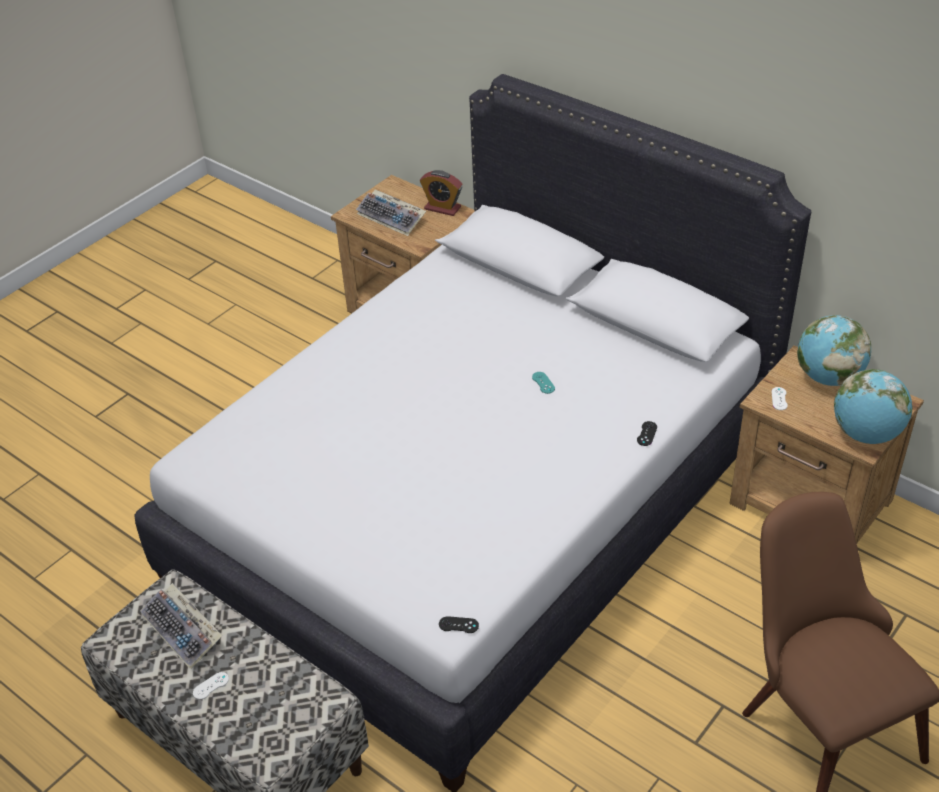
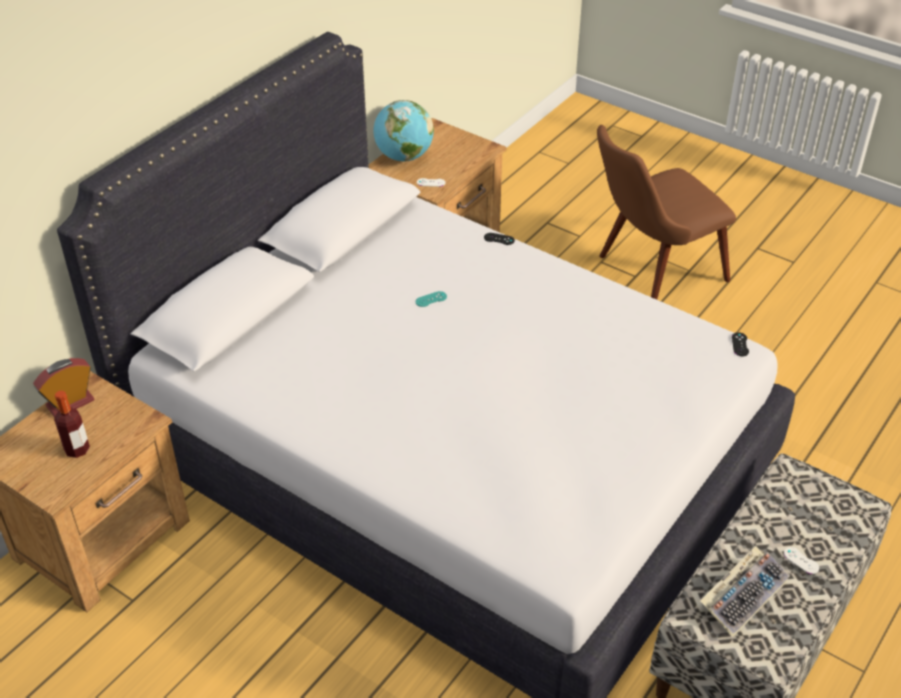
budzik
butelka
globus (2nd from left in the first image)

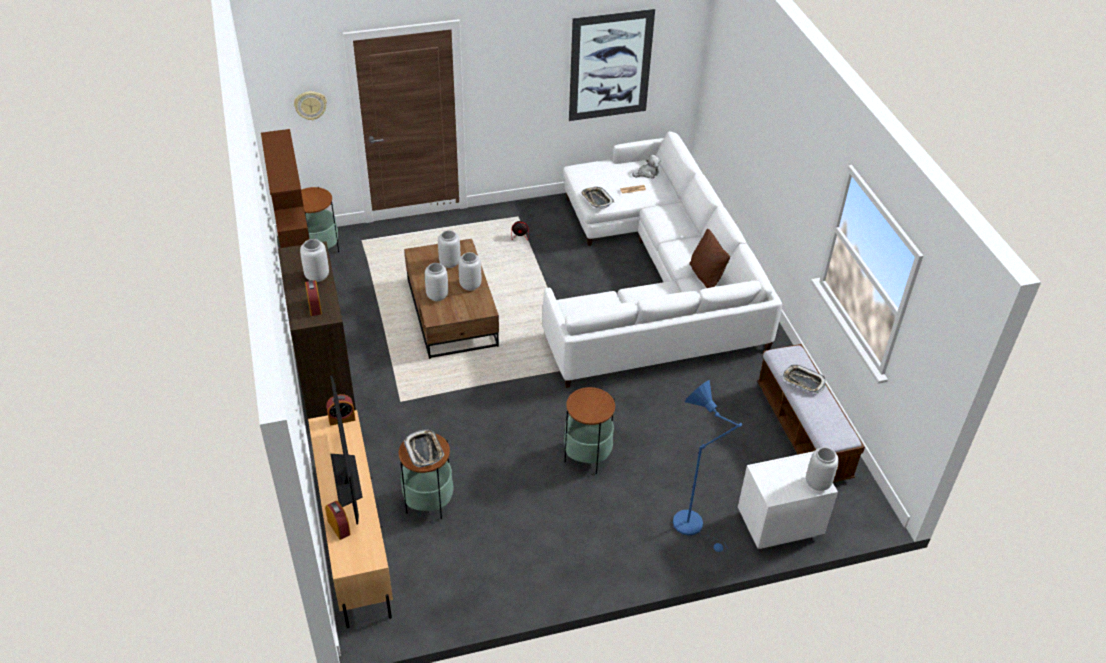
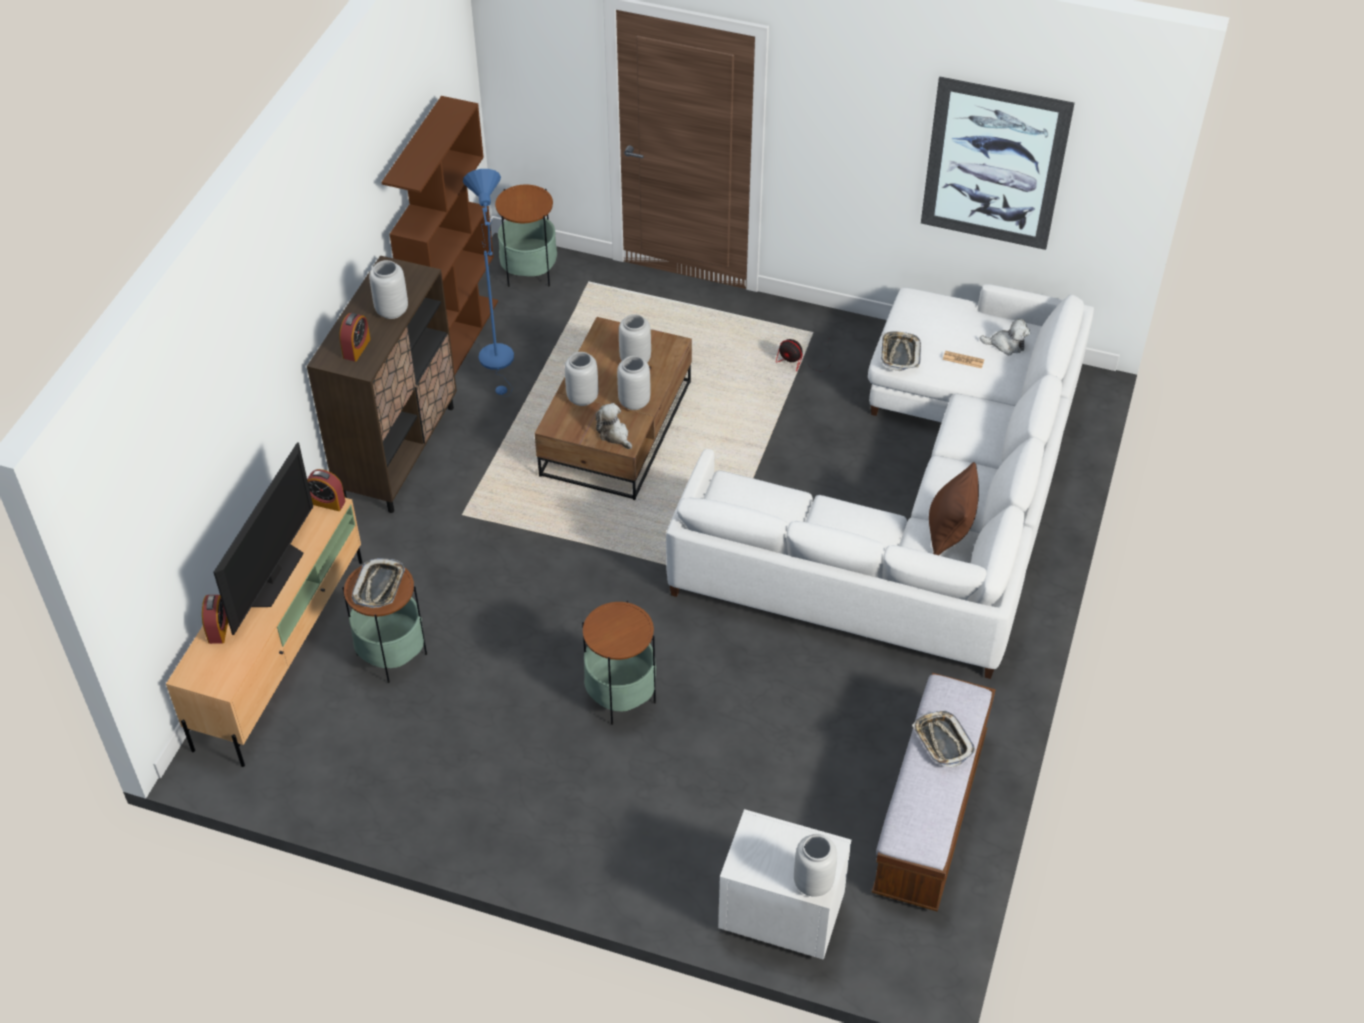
lampa stojąca/niebieski
pluszak (1st from left)
zegar ścienny

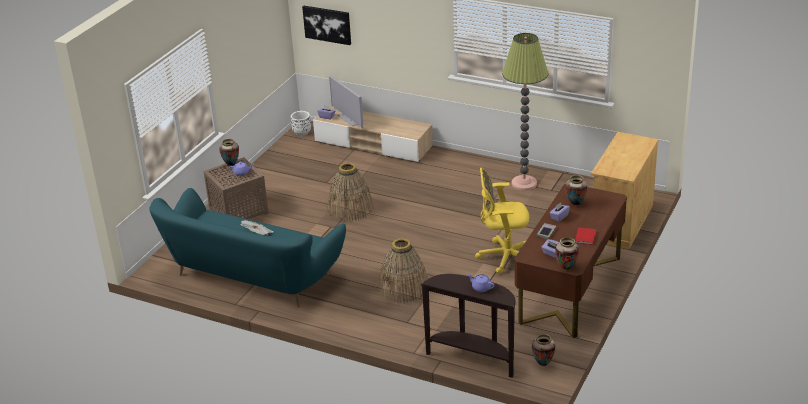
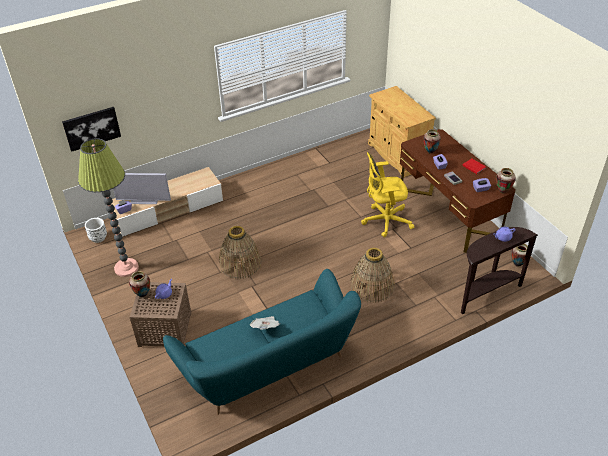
lampa stojąca
krzesło biurowe/żółty

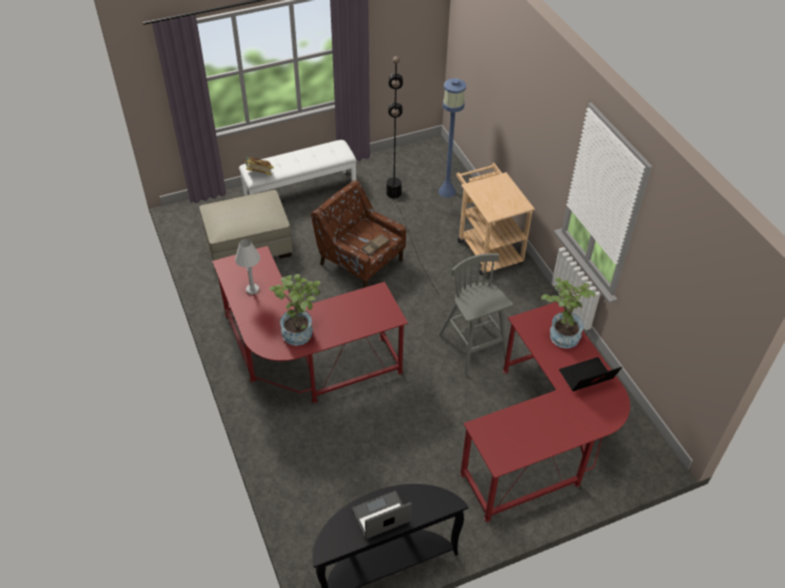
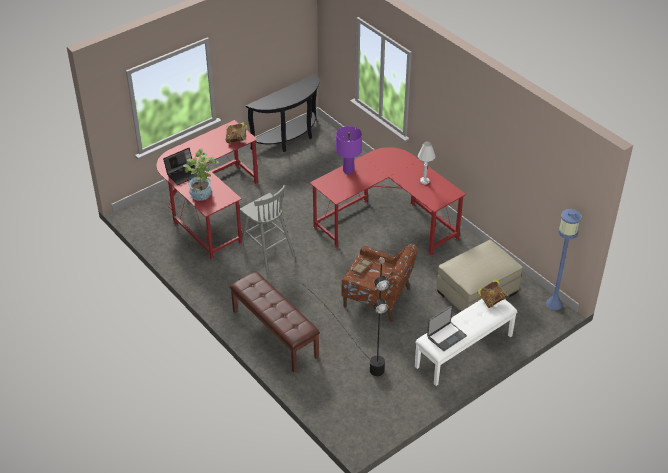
książka (1st from left)
ławka/brązowy
lampa stołowa/fioletowy
laptop (2nd from left)
lampa stojąca/niebieski
roślina doniczkowa (1st from left in the first image)

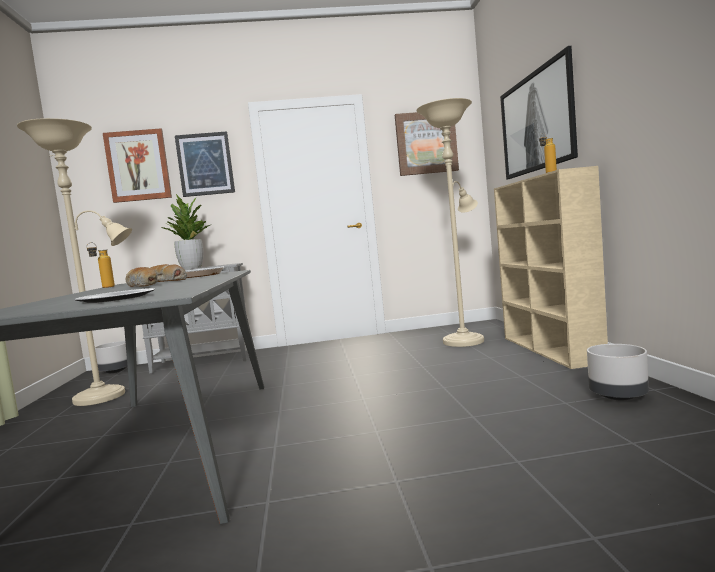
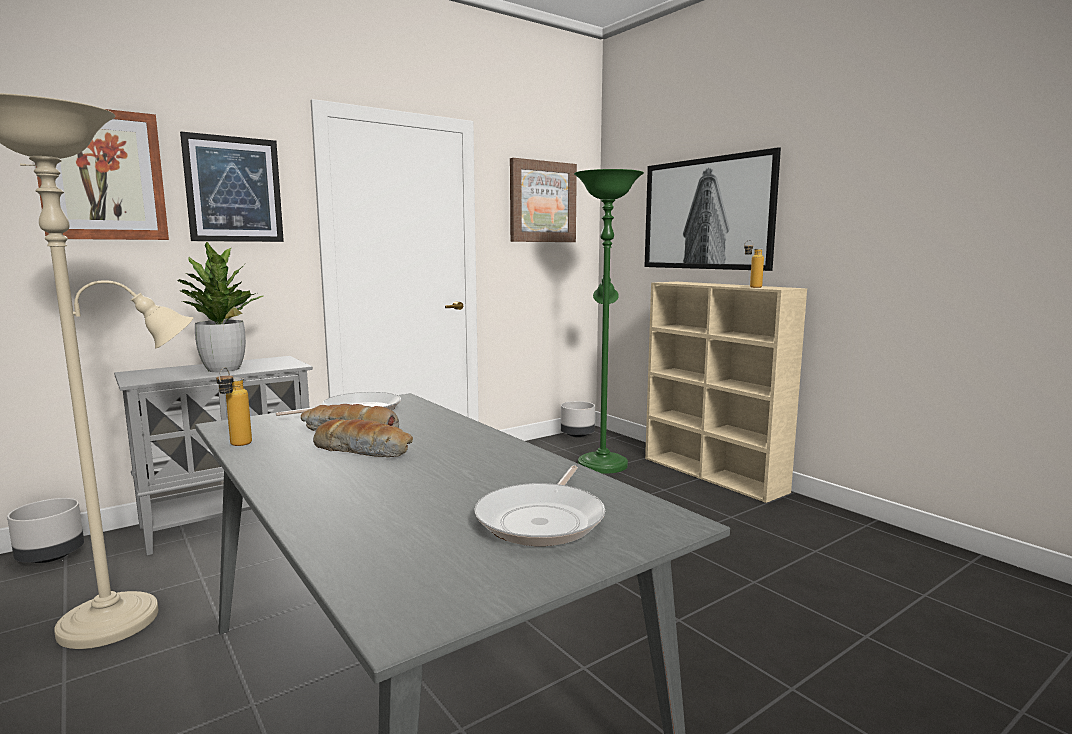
patelnia (2nd from left)
donica/szary (2nd from left)
lampa stojąca/zielony

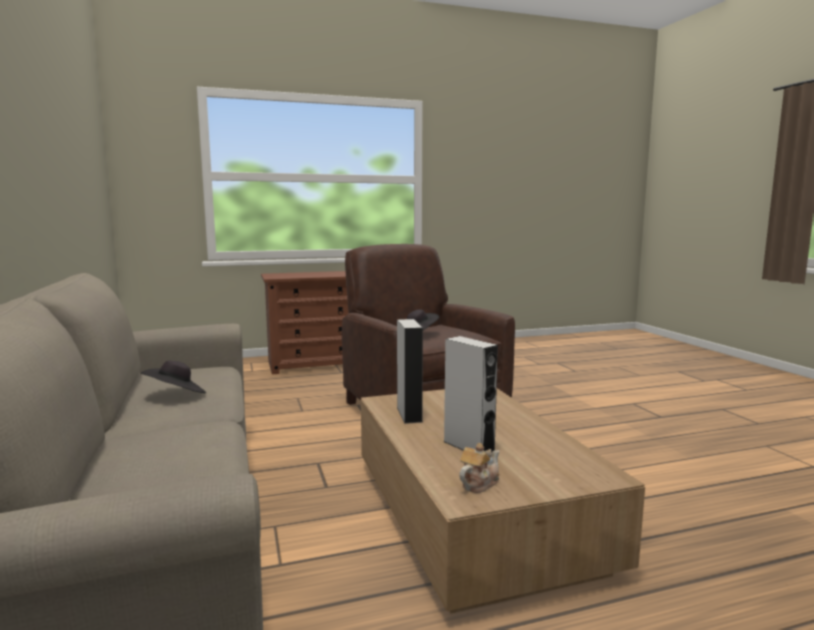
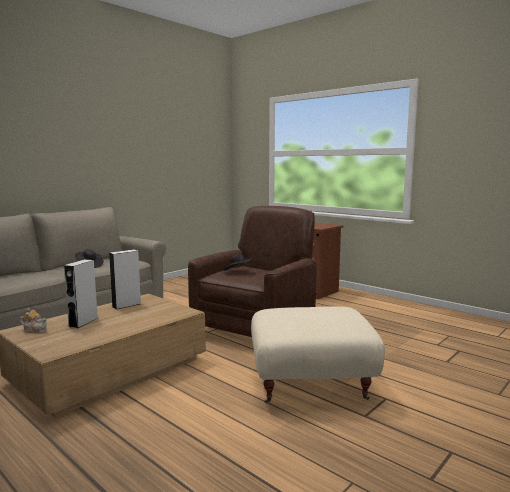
pufa/beżowy

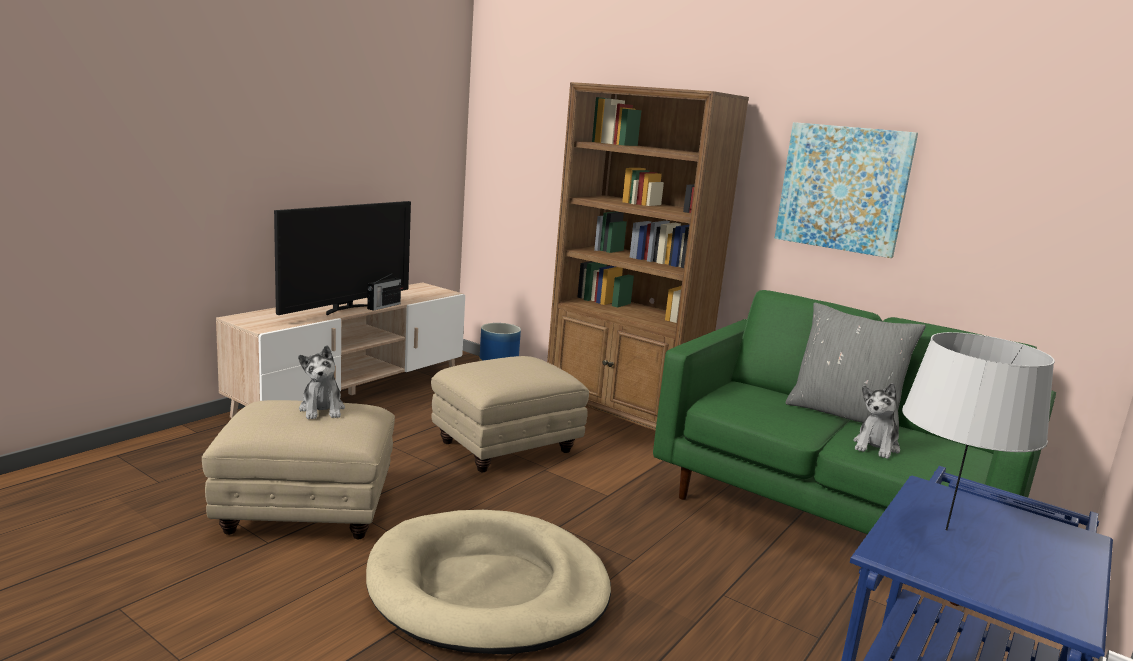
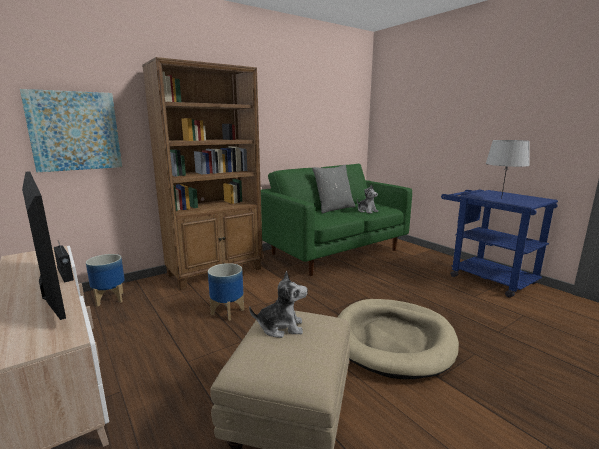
obraz
donica (2nd from left)

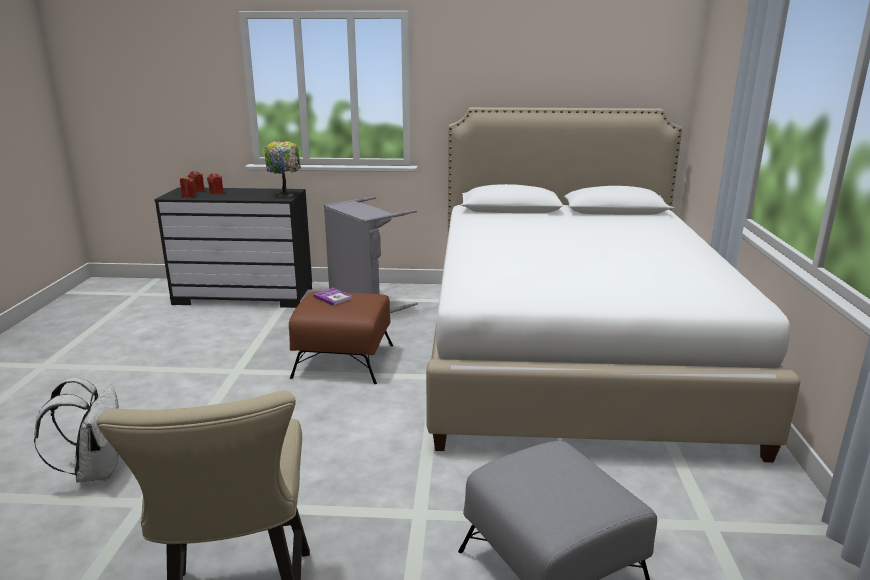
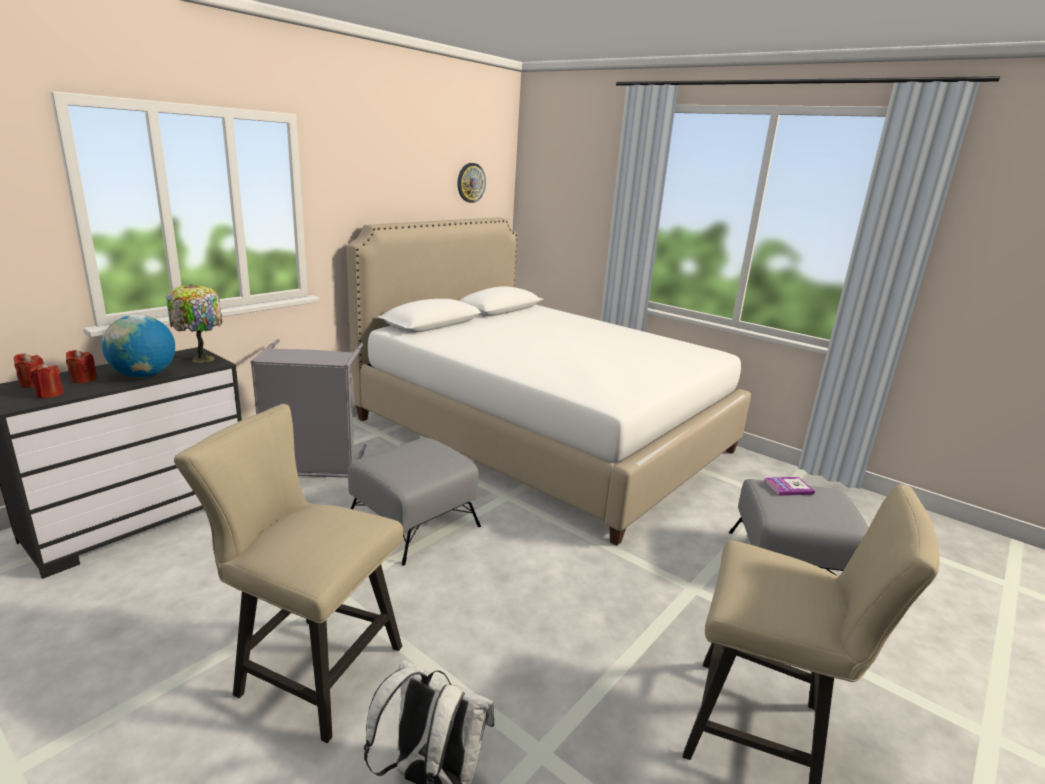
globus
krzesło/beżowy (1st from left)
pufa/szary (1st from left)
zegar ścienny
książka

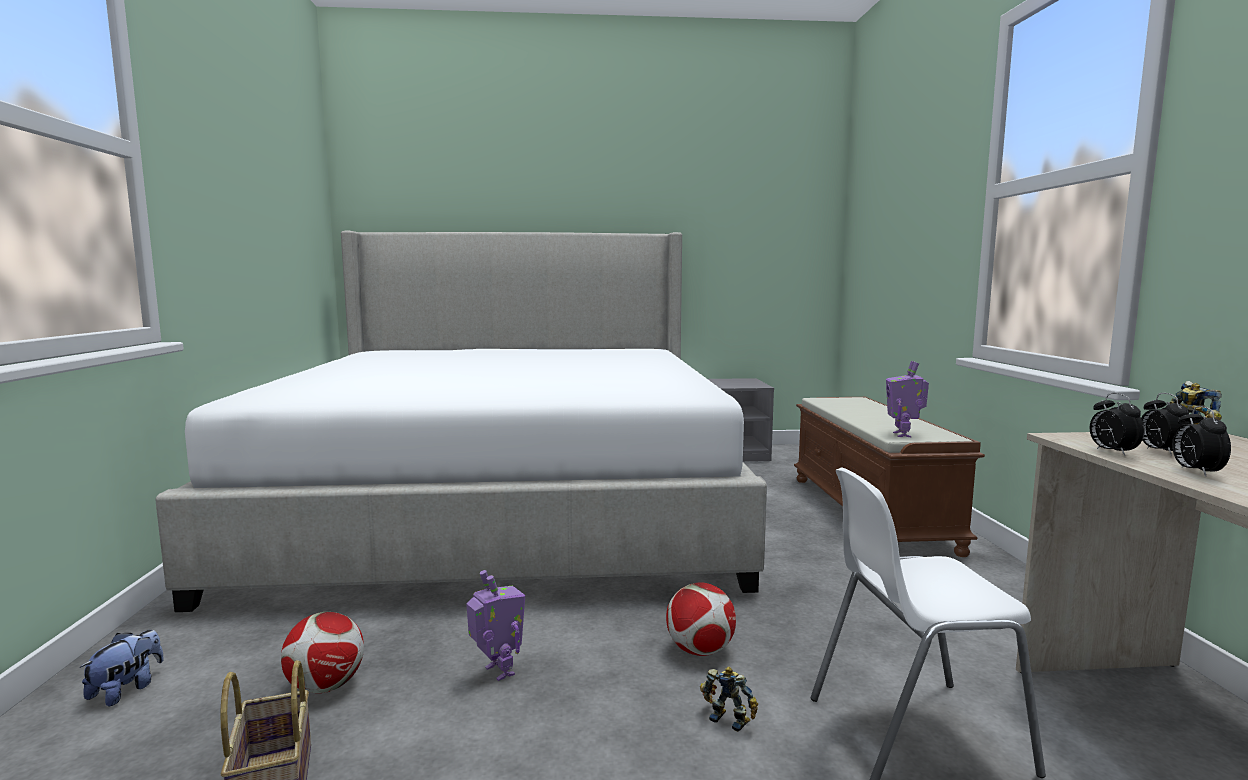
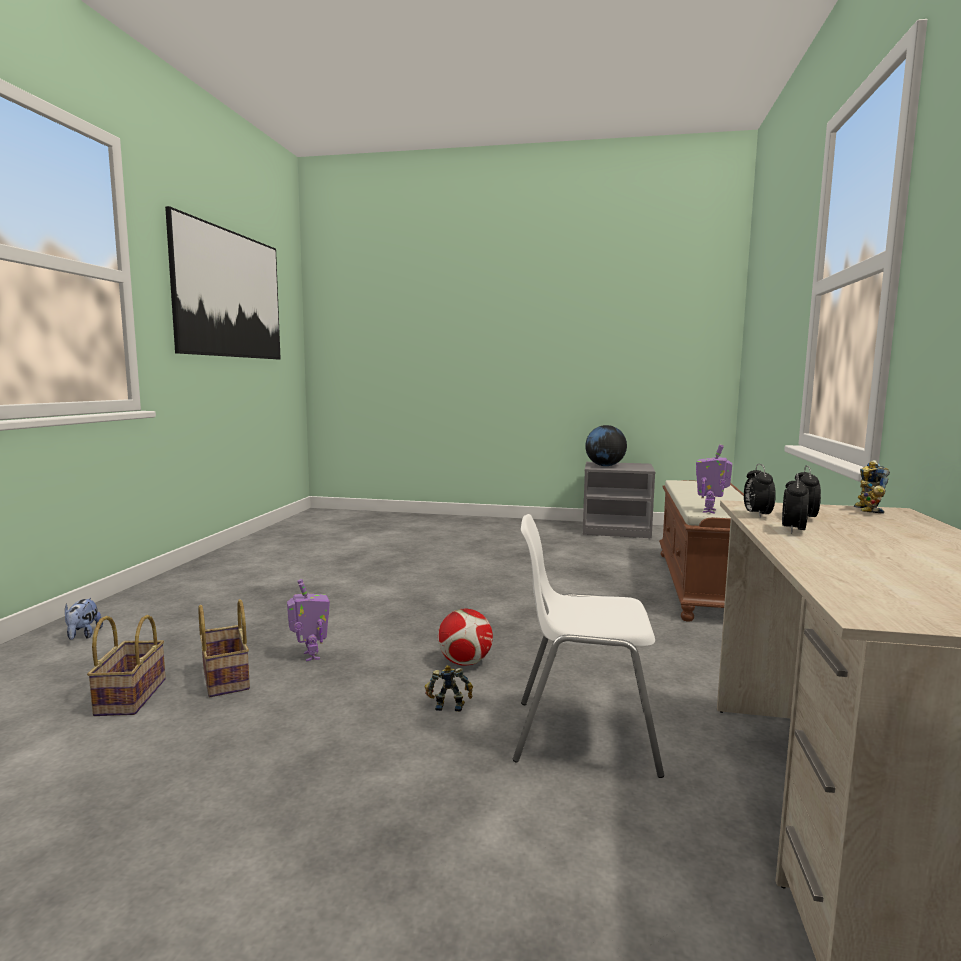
pluszak
obraz
koszyk (2nd from left)
robot zabawkowy (2nd from left)
globus
łóżko
piłka futbolowa (1st from left in the first image)

